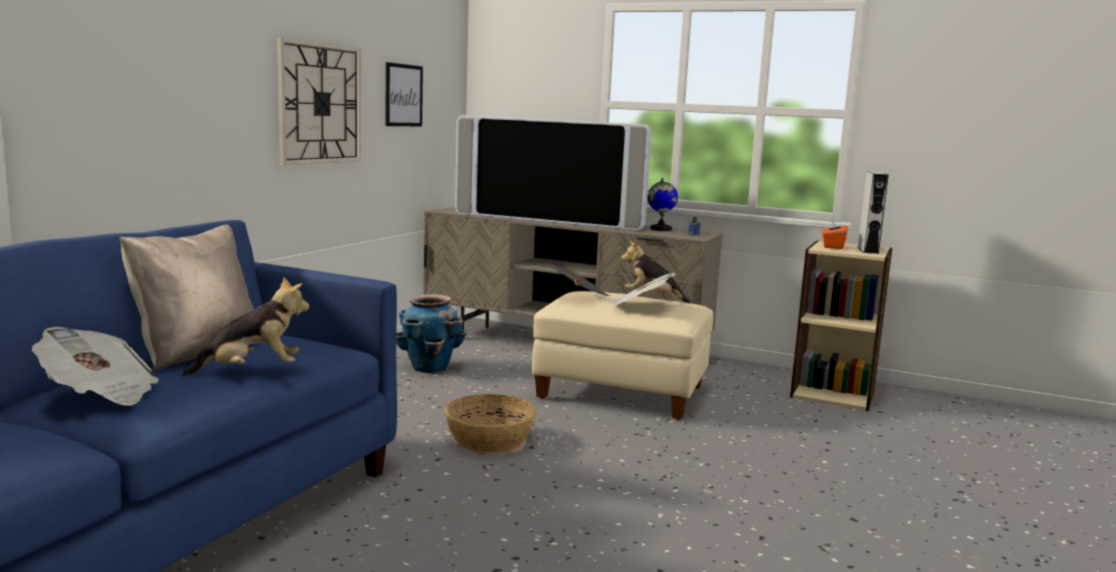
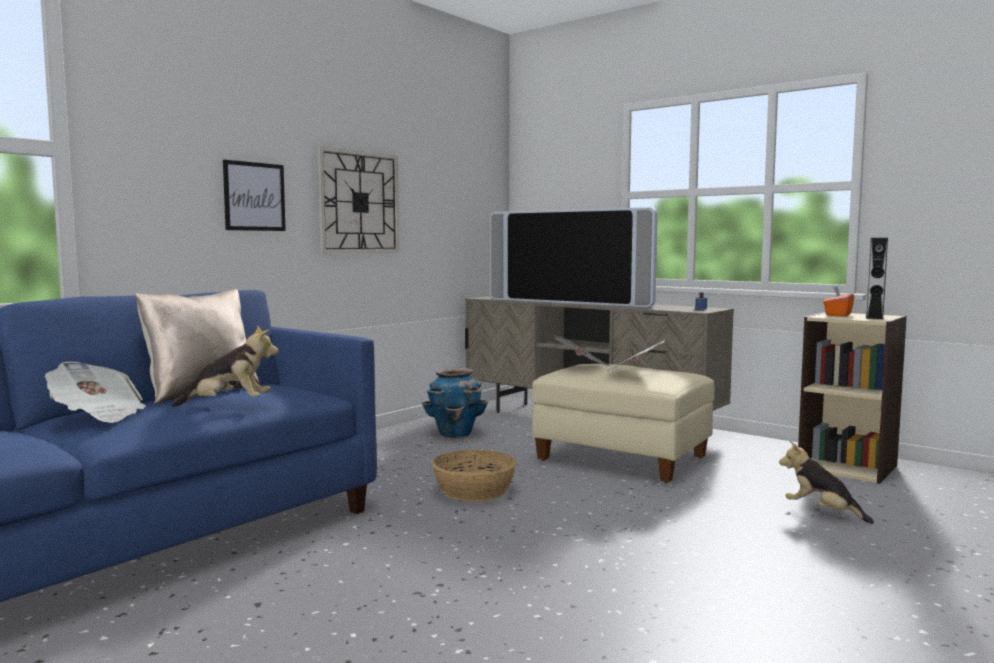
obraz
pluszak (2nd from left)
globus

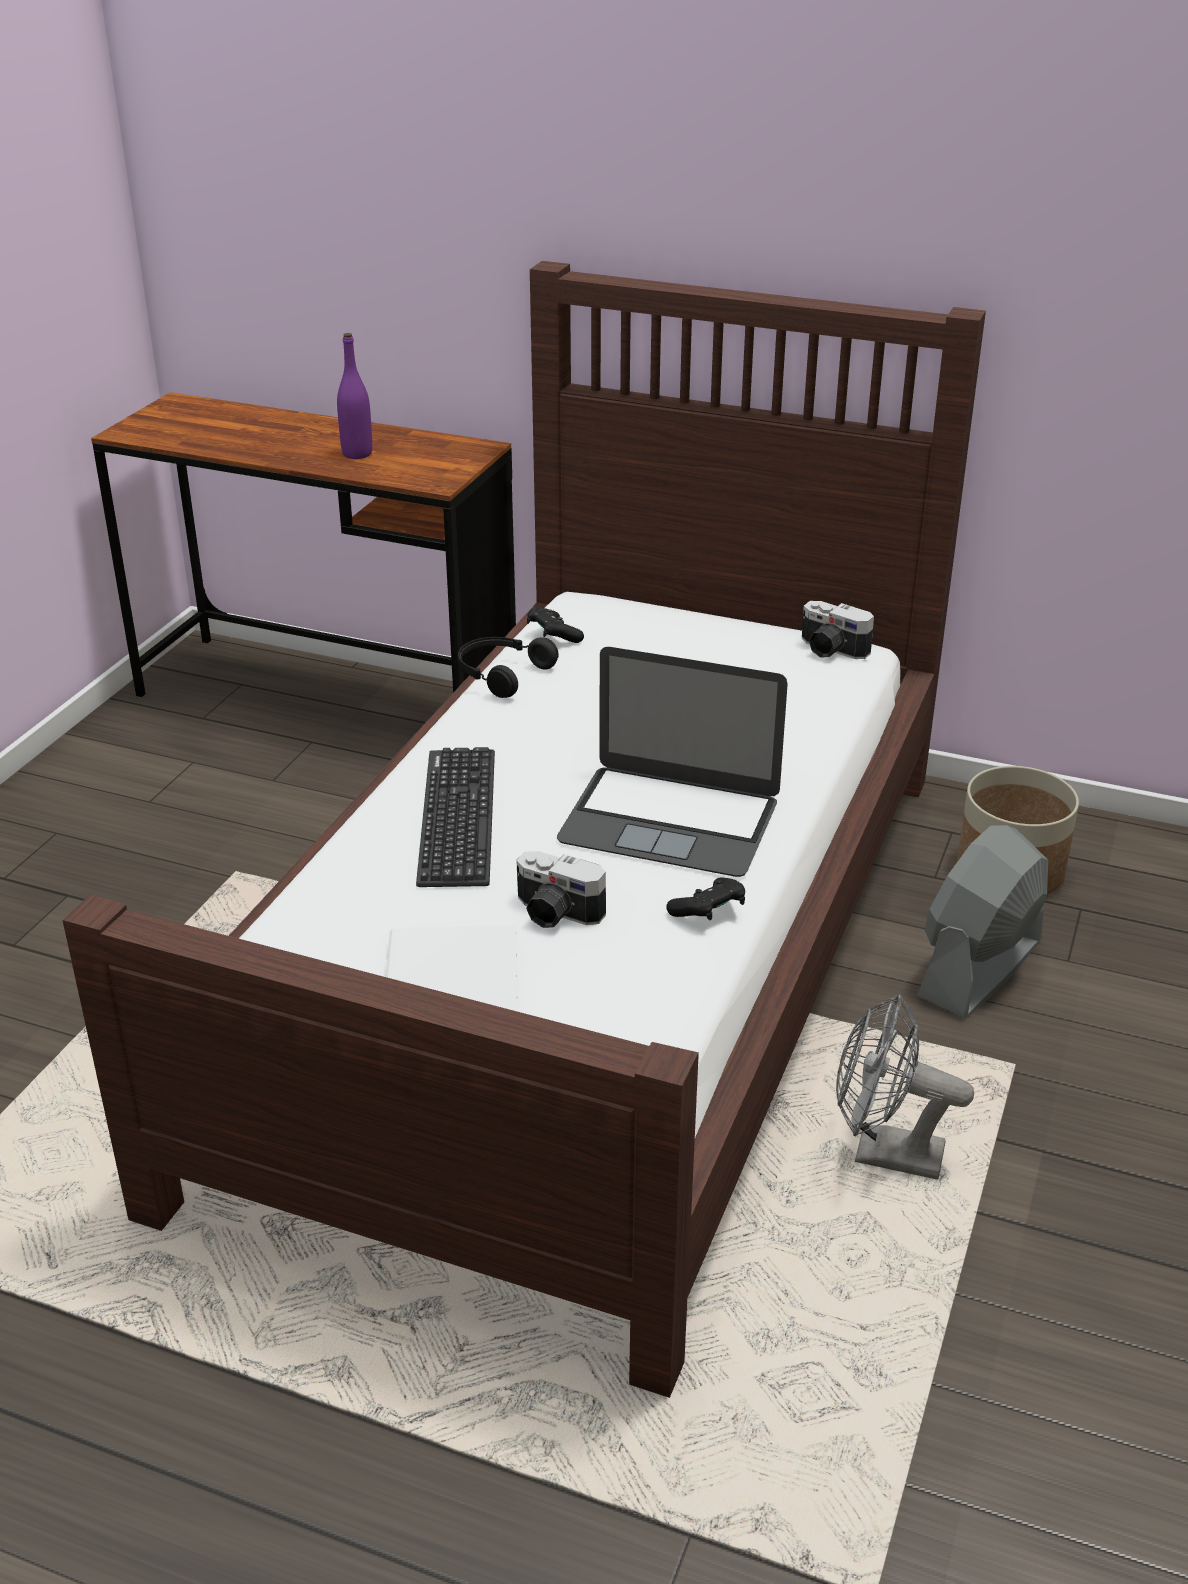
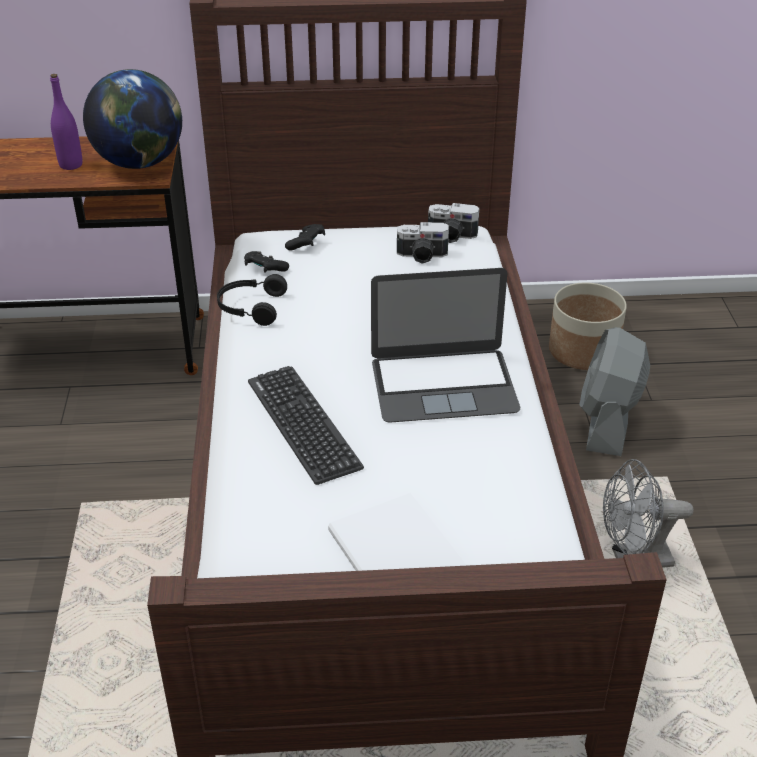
globus
pad do gier/czarny (2nd from left)
aparat fotograficzny (1st from left)

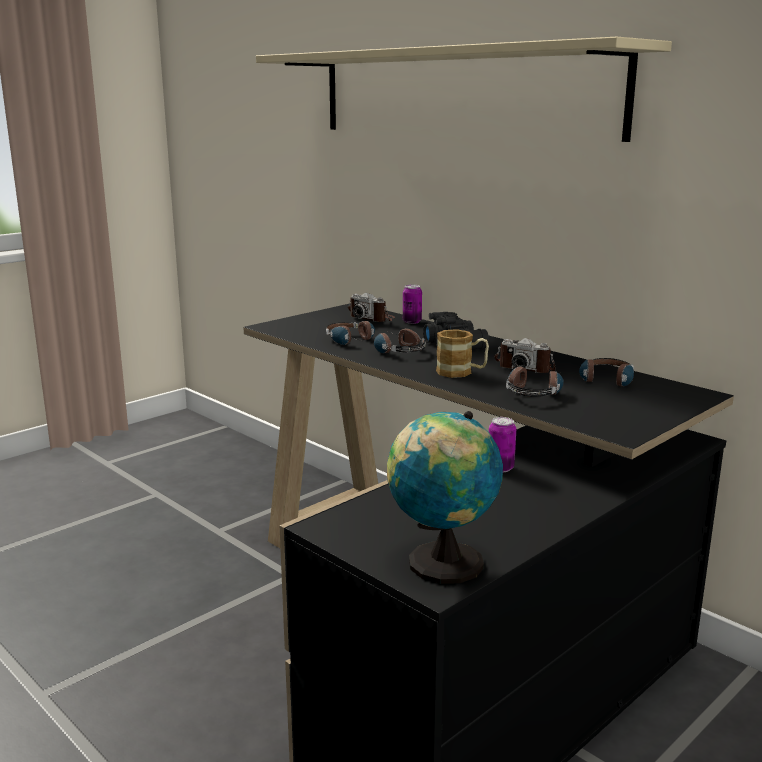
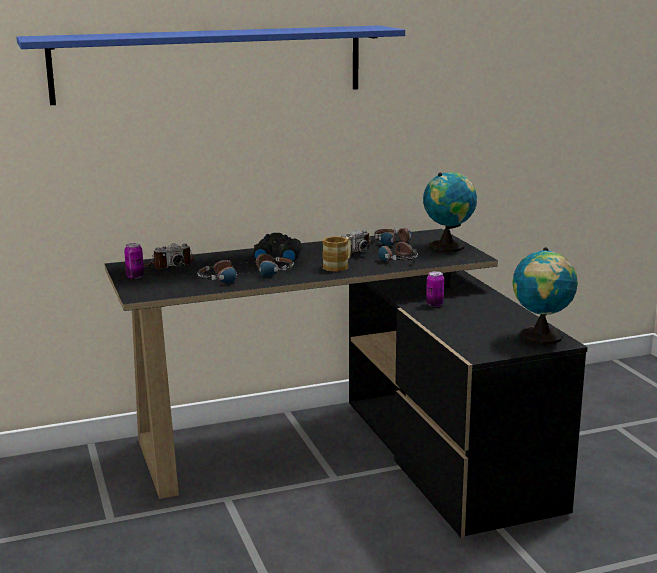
półka/niebieski
puszka (1st from left)
globus (1st from left)

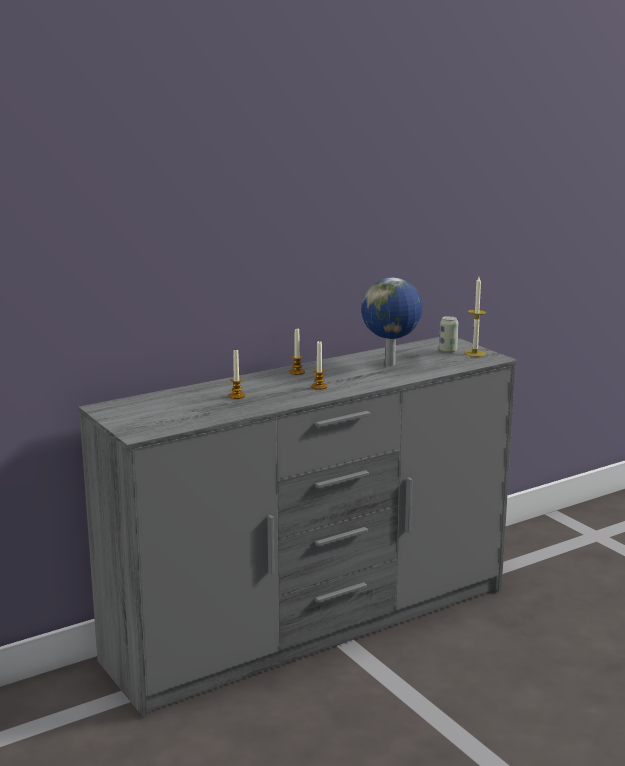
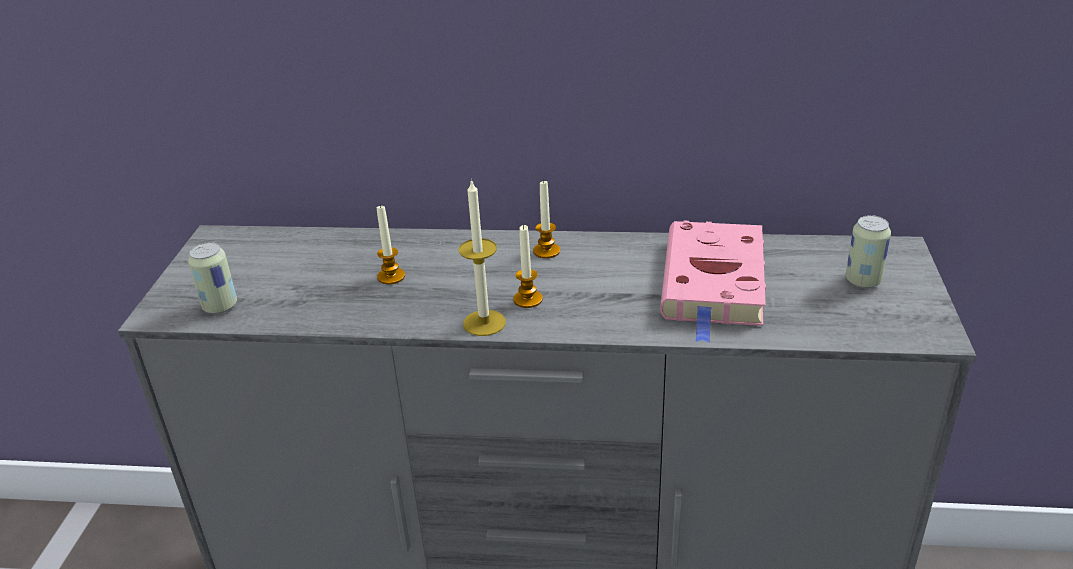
puszka (1st from left)
świeca (2nd from left)
książka/różowy

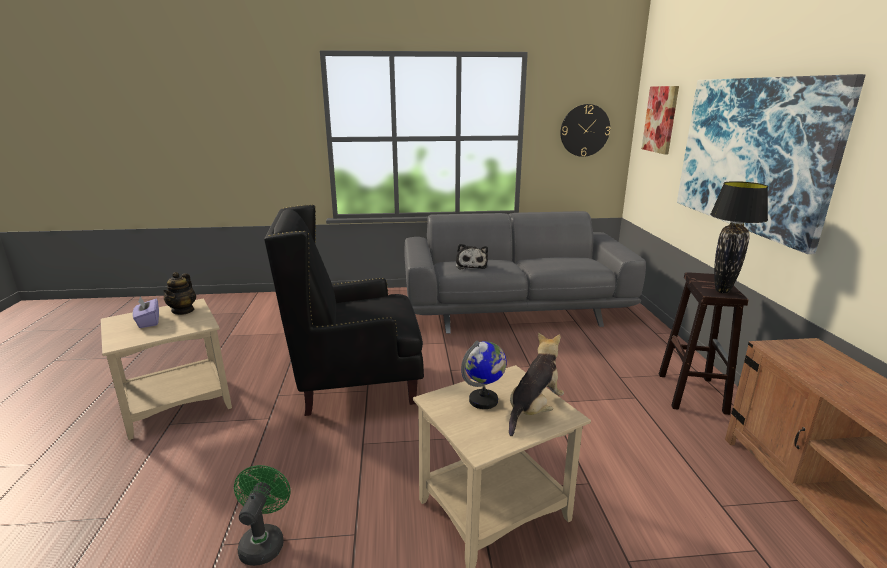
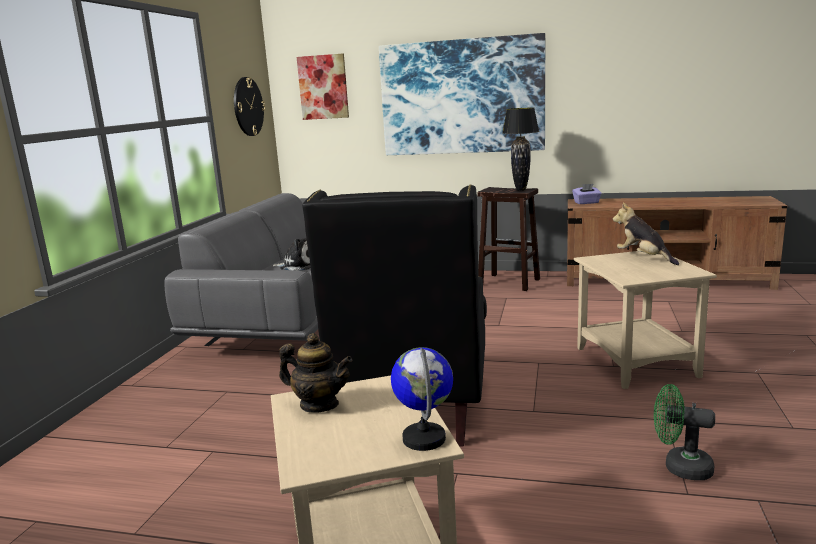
globus
pudełko chusteczek/fioletowy

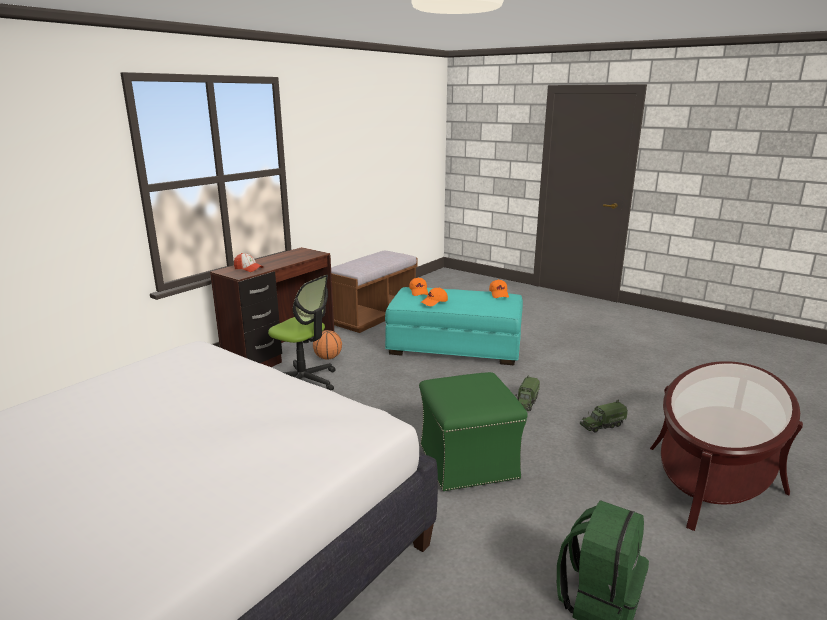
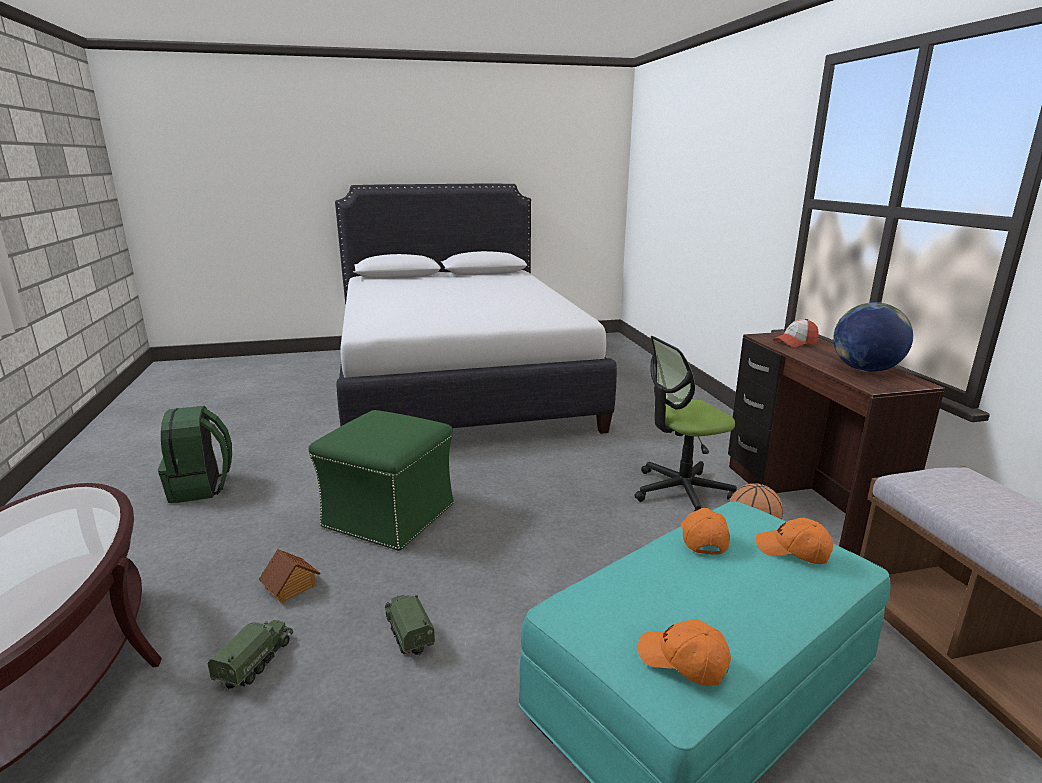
domek
globus

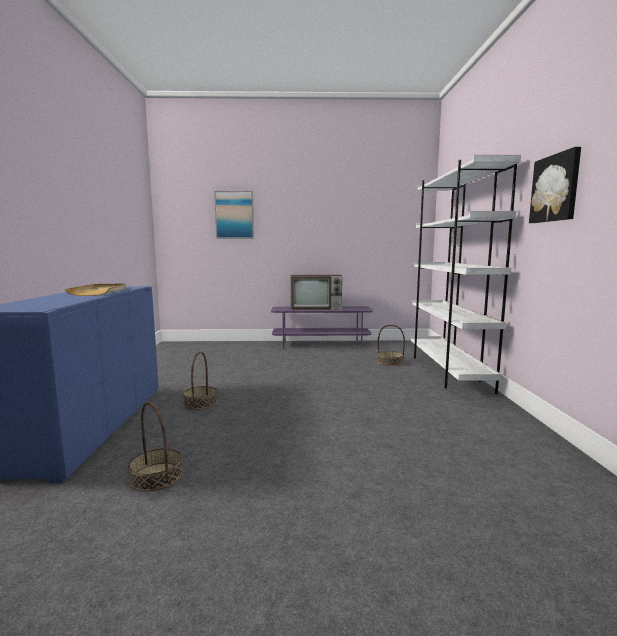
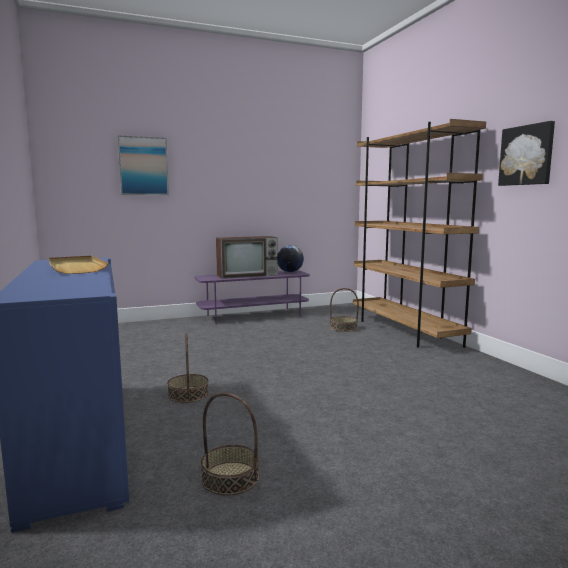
globus
regał/brązowy

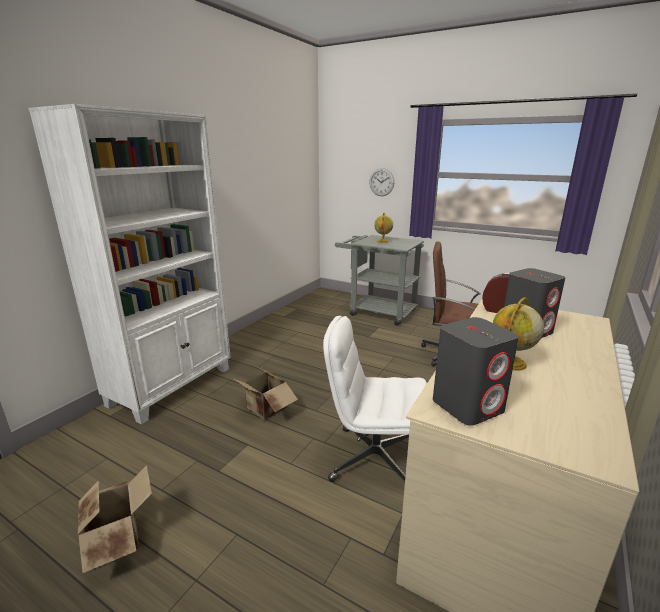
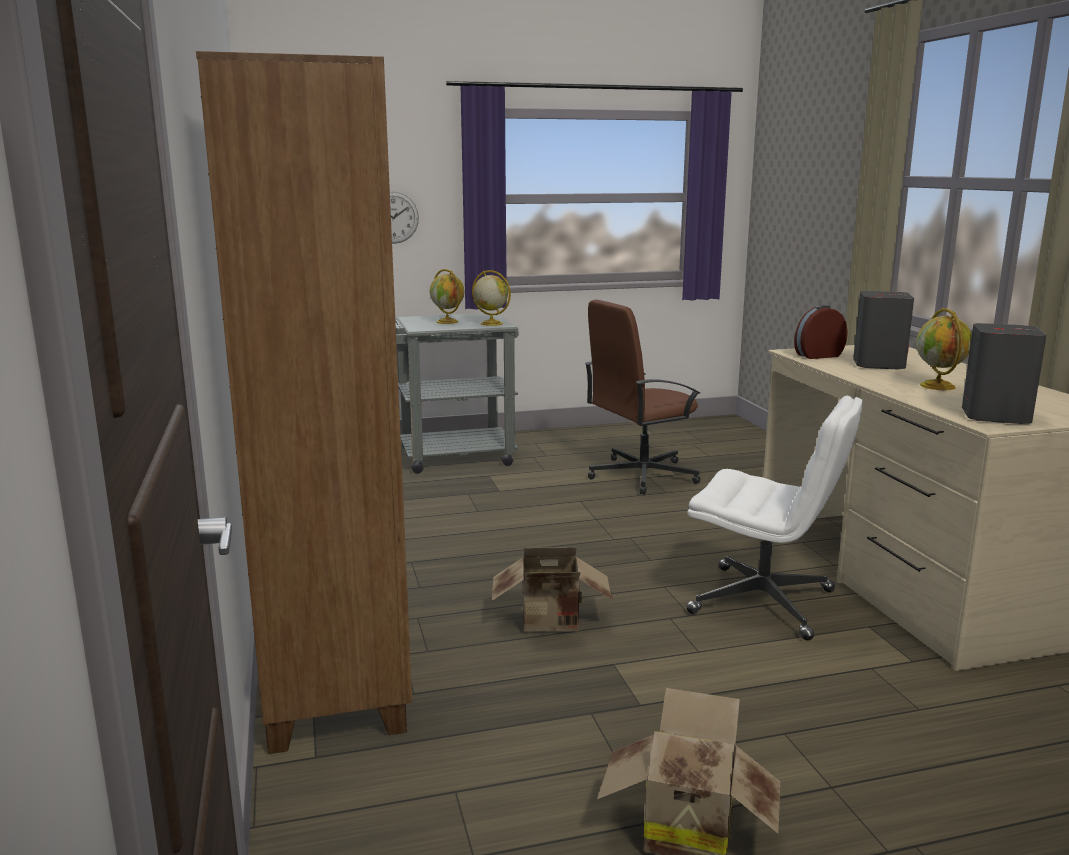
regał/brązowy
globus (2nd from left)
krzesło biurowe/biały

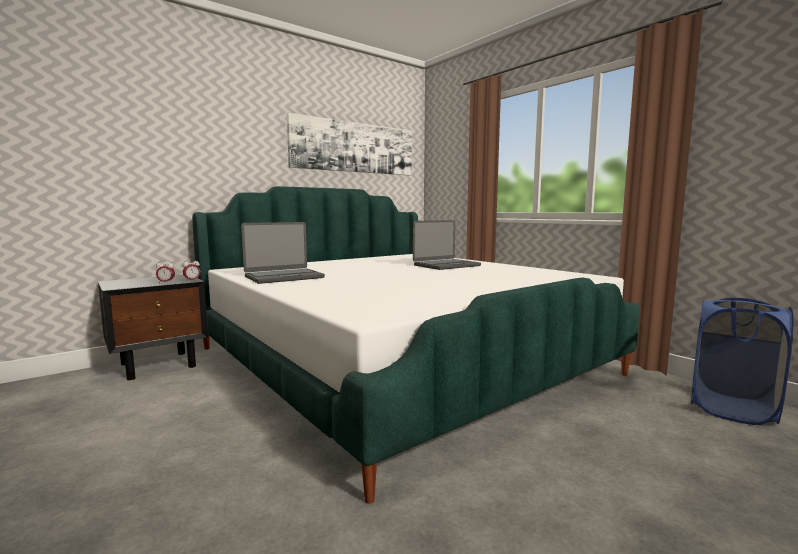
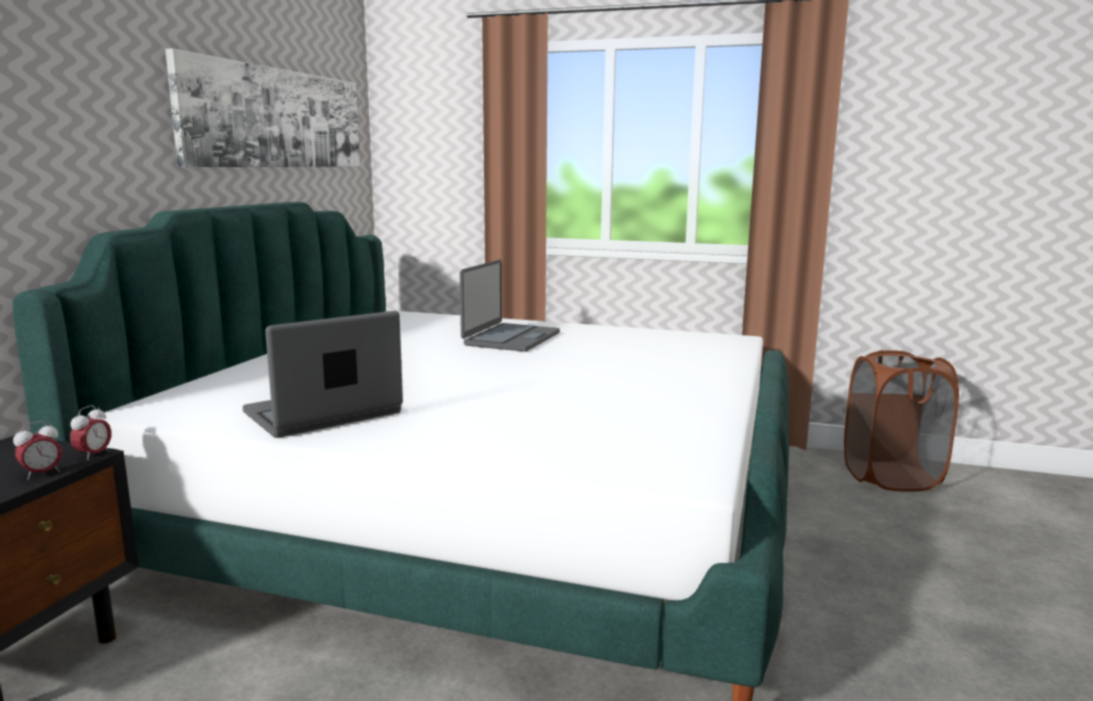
laptop (1st from left)
kosz na pranie/brązowy

